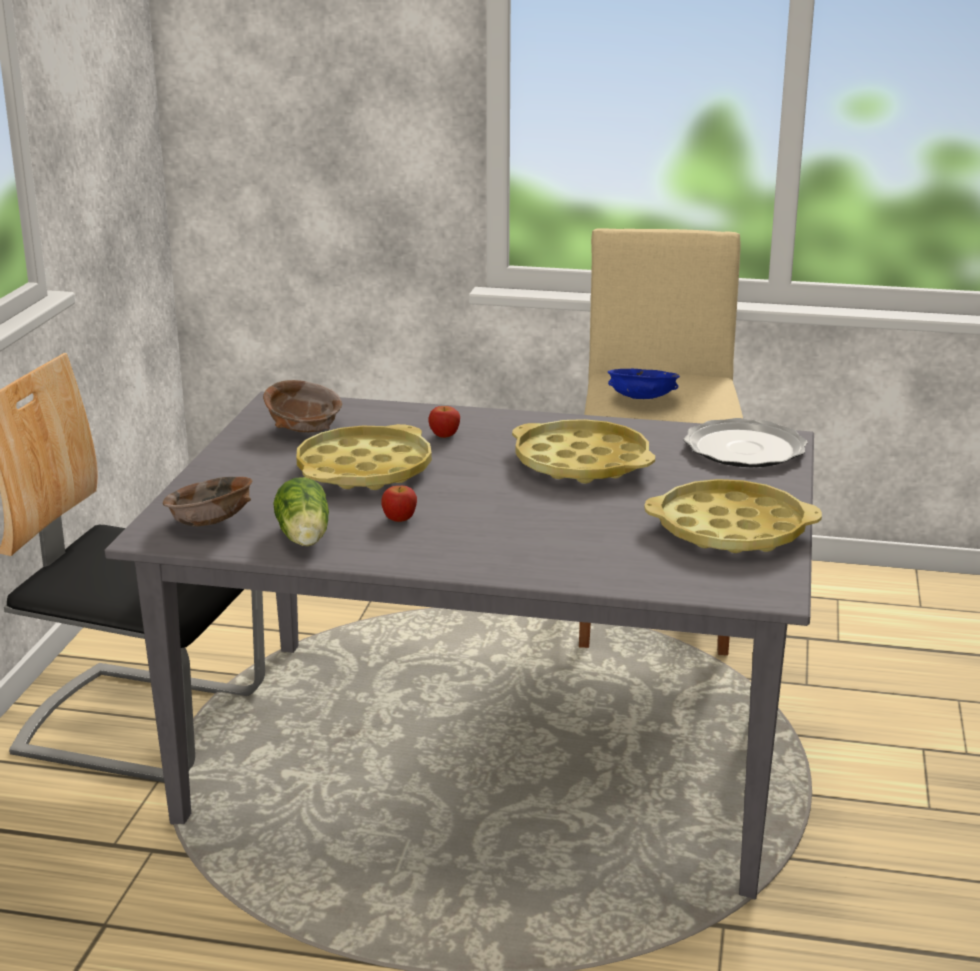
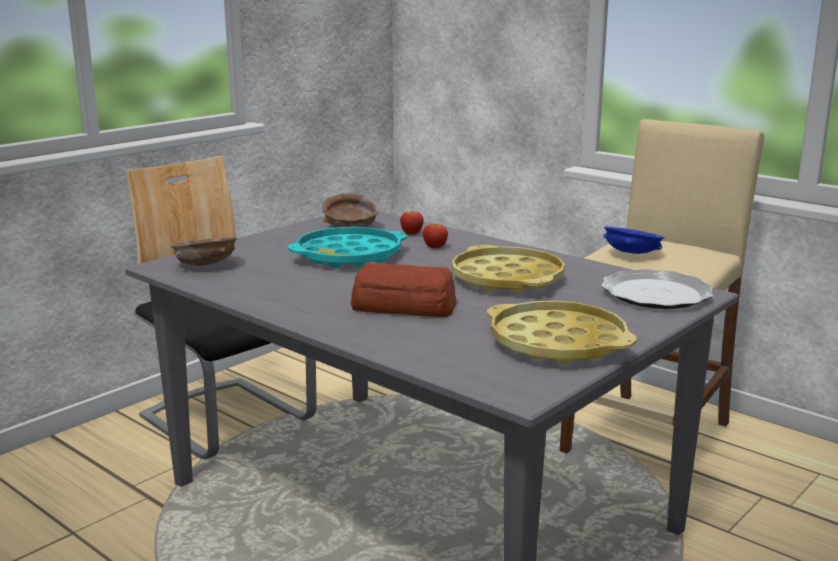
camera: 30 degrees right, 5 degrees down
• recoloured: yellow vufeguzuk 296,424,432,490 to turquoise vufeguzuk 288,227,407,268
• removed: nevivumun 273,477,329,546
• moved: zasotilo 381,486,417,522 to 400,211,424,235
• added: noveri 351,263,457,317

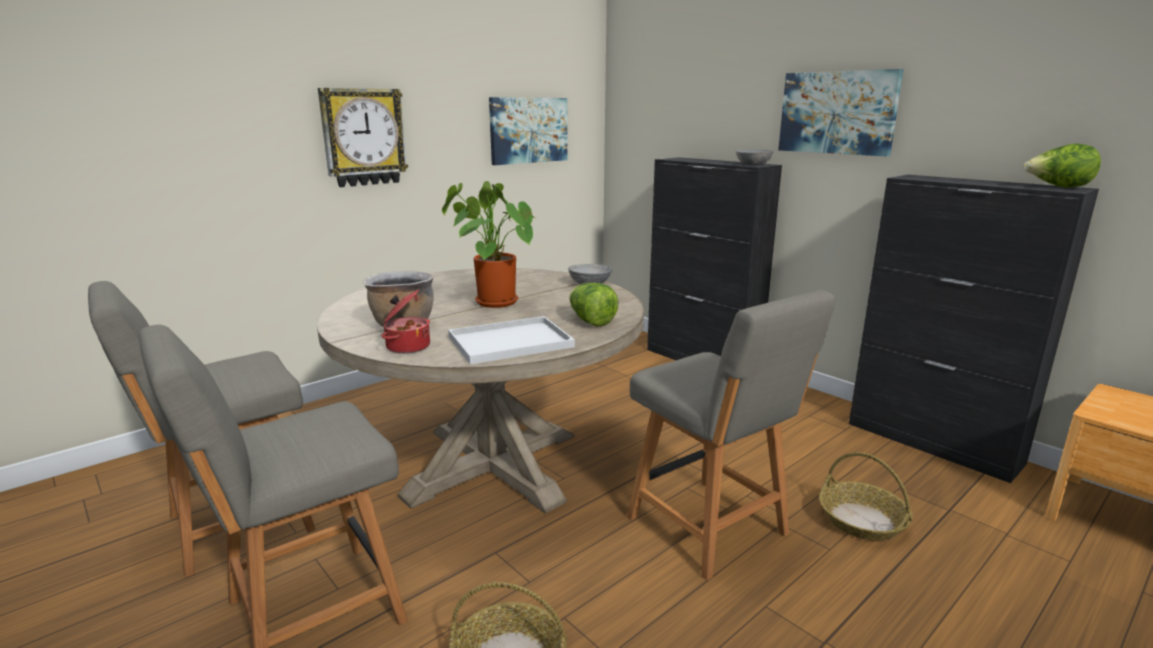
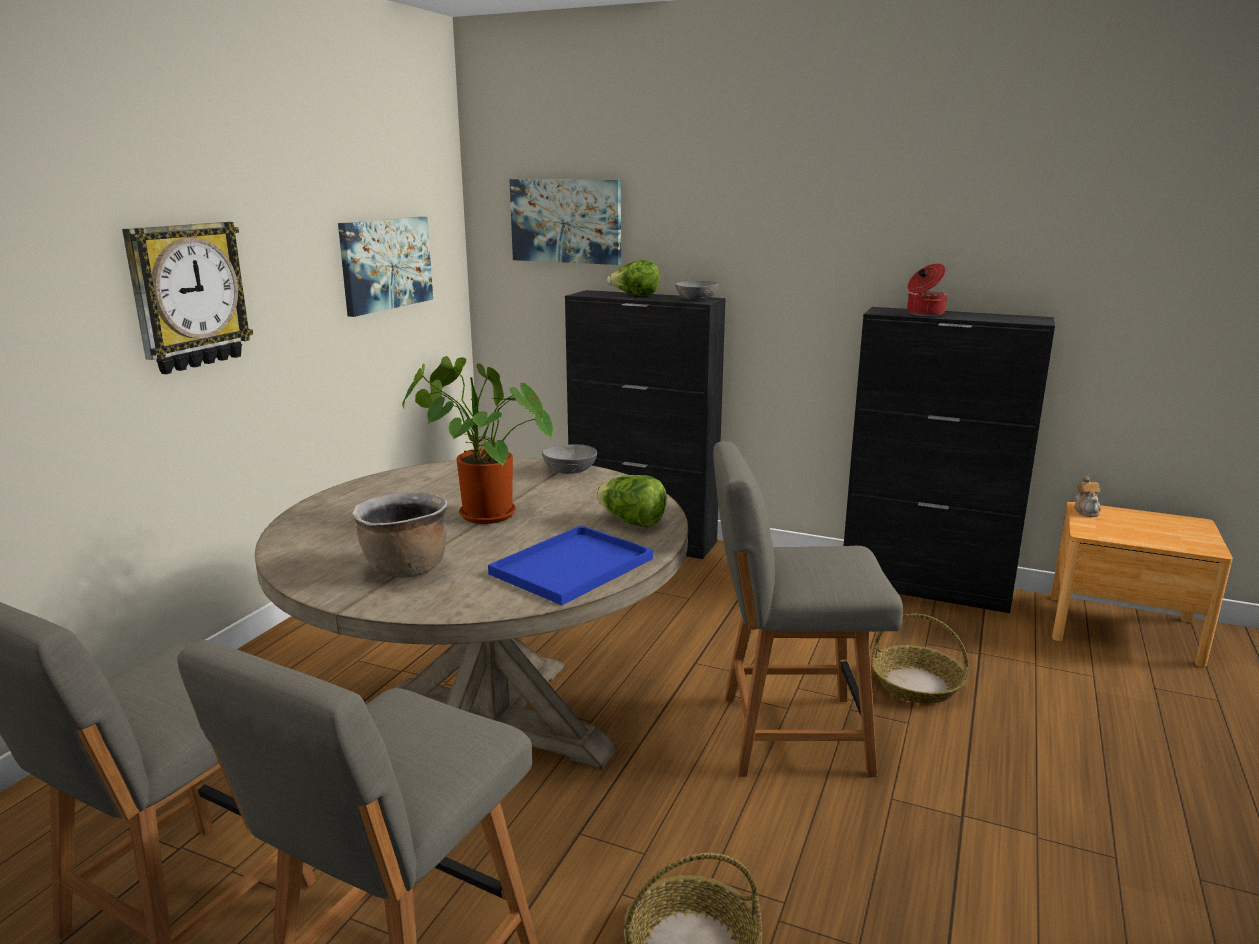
camera: 25 degrees left, 0 degrees up
• moved: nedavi 778,69,904,157 to 509,179,621,265
• moved: nevivumun 1024,144,1101,188 to 607,260,660,296
• moved: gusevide 381,289,430,354 to 907,264,947,316
• turned: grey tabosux 627,290,835,581 = 713,441,903,777 150 degrees clockwise
• recoloured: white vufeguzuk 448,316,575,364 to blue vufeguzuk 488,525,653,605
• added: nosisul 1074,476,1101,517

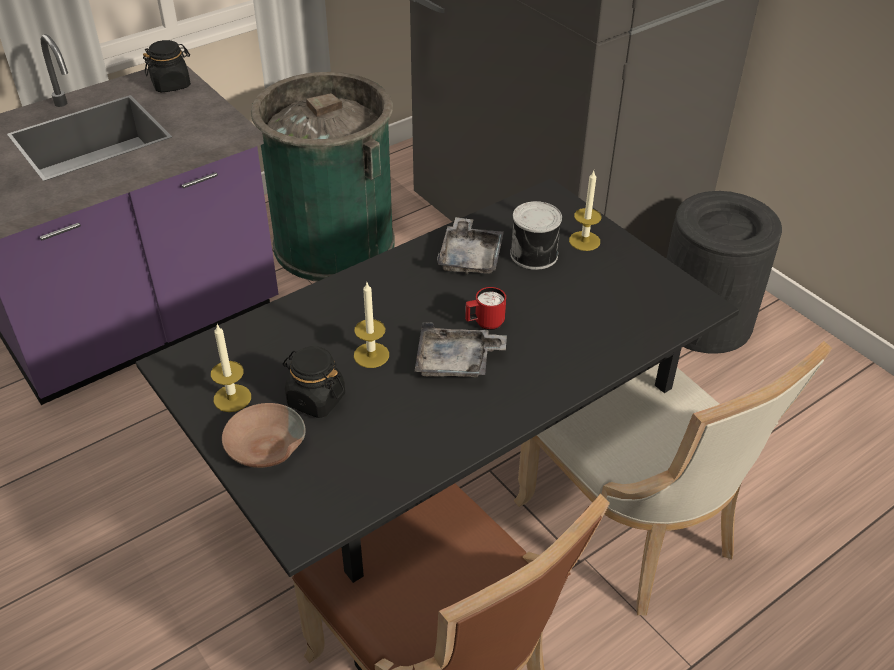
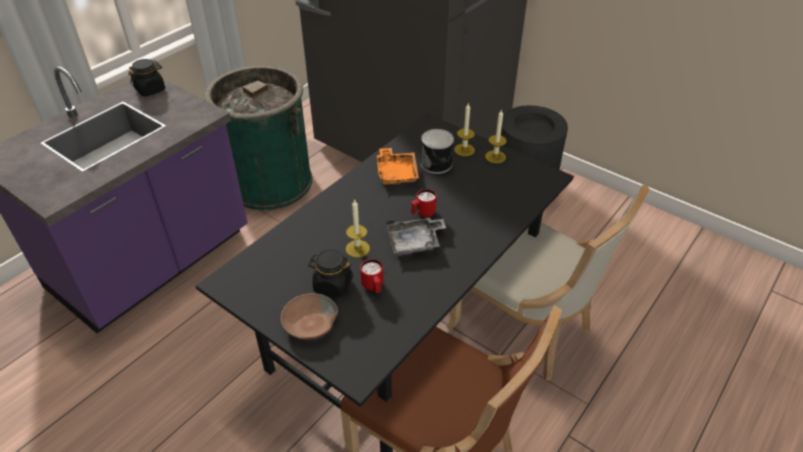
camera: 15 degrees left, 0 degrees up
• recoloured: grey vufeguzuk 437,217,504,275 to orange vufeguzuk 377,148,419,185
• moved: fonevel 211,325,251,412 to 485,109,507,163
• added: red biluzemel 360,259,383,293

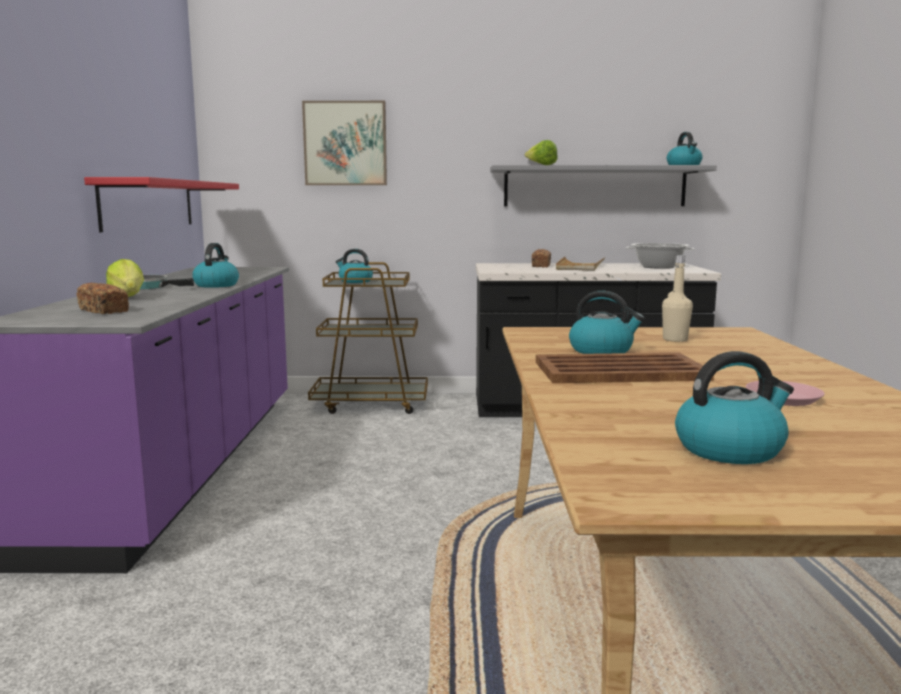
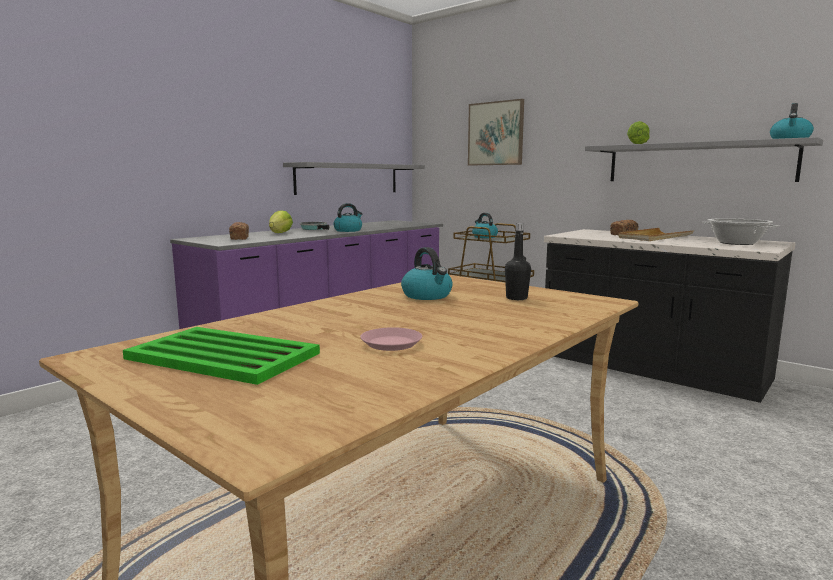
camera: 40 degrees right, 0 degrees up
• recoloured: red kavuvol 84,177,239,232 to grey kavuvol 283,162,425,195
• recoloured: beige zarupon 662,255,693,342 to black zarupon 505,223,531,300
• replaced: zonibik 675,351,794,464 to green vufeguzuk 123,327,320,385
• removed: brown vufeguzuk 536,352,714,383

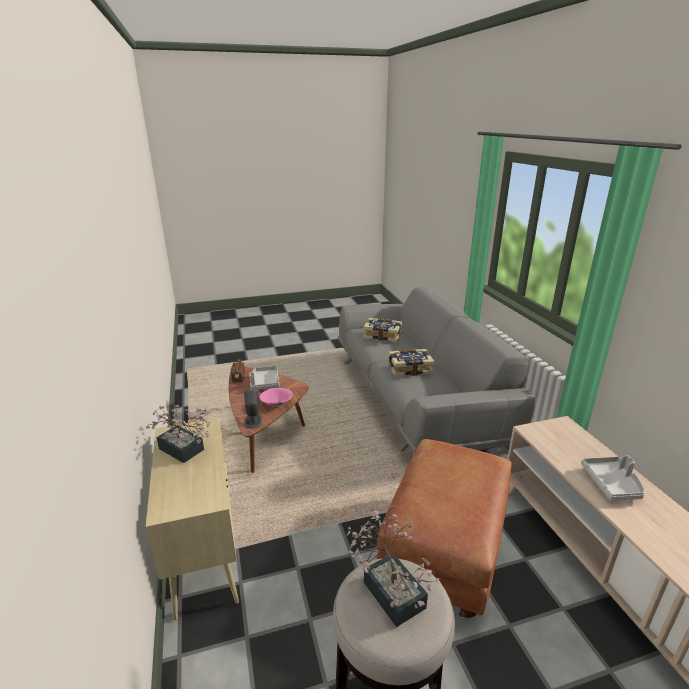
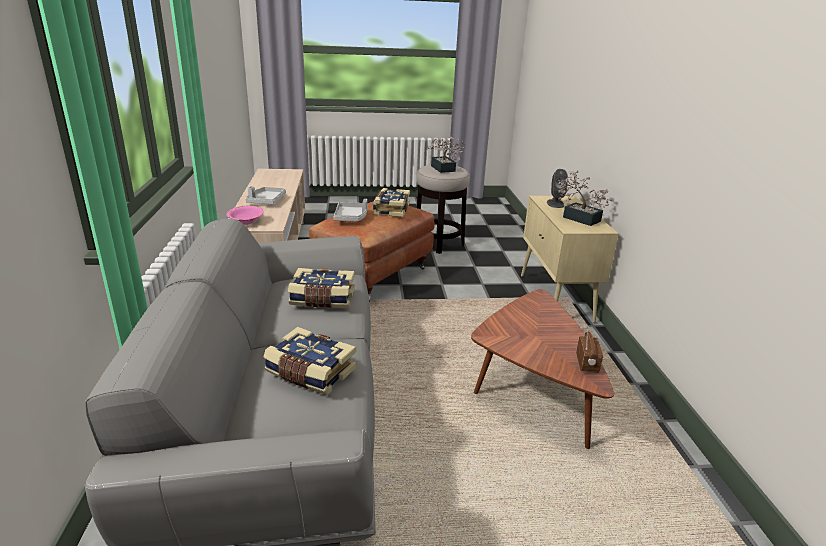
camera: 170 degrees left, 0 degrees up
• moved: grey vufeguzuk 249,366,279,390 to 333,199,368,221
• moved: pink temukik 260,388,293,407 to 227,205,264,225
• moved: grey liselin 244,390,262,429 to 547,169,568,208
• added: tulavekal 373,188,410,217

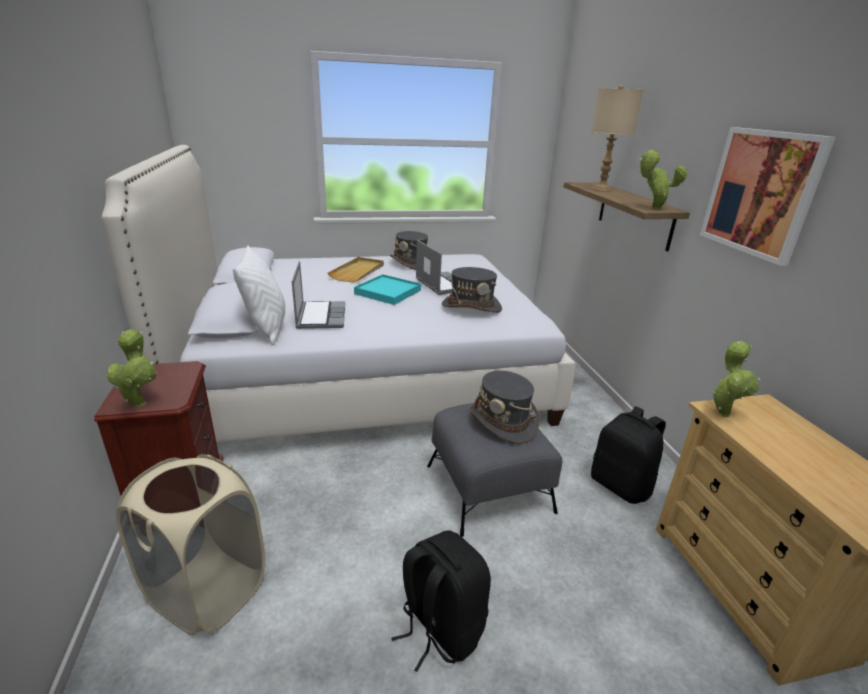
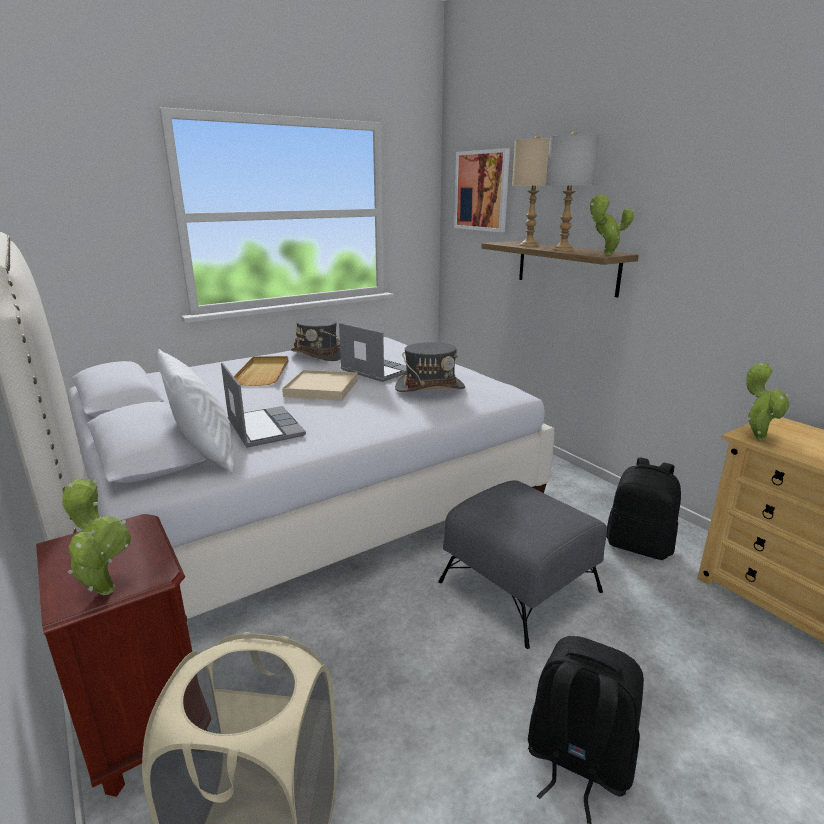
camera: 20 degrees left, 5 degrees down
• moved: nedavi 700,127,836,266 to 454,148,510,232
• recoloured: turquoise vufeguzuk 354,274,421,305 to beige vufeguzuk 282,370,358,401
• removed: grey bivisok 470,371,539,444
• added: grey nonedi 546,132,599,251

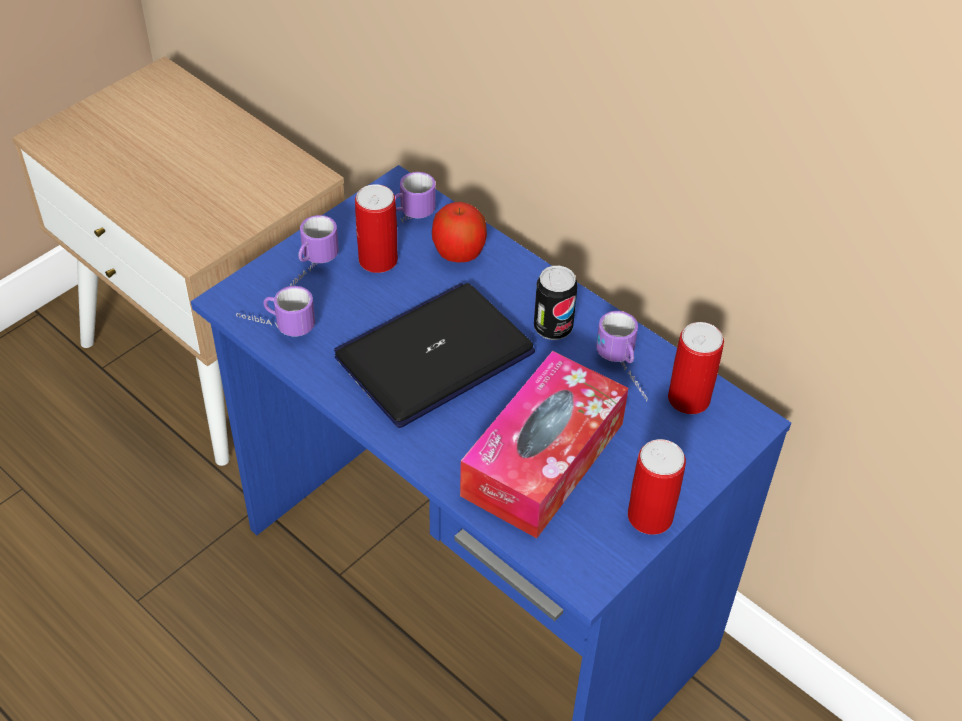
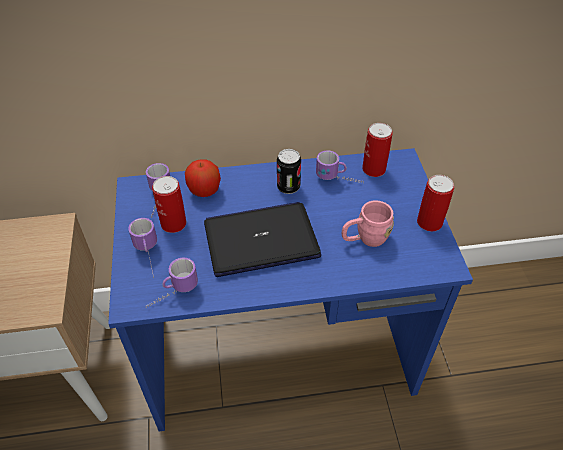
camera: 50 degrees left, 0 degrees up
• turned: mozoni 334,283,535,428 = 204,202,321,277 75 degrees clockwise
• replaced: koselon 460,351,628,538 to pink biluzemel 342,200,394,247

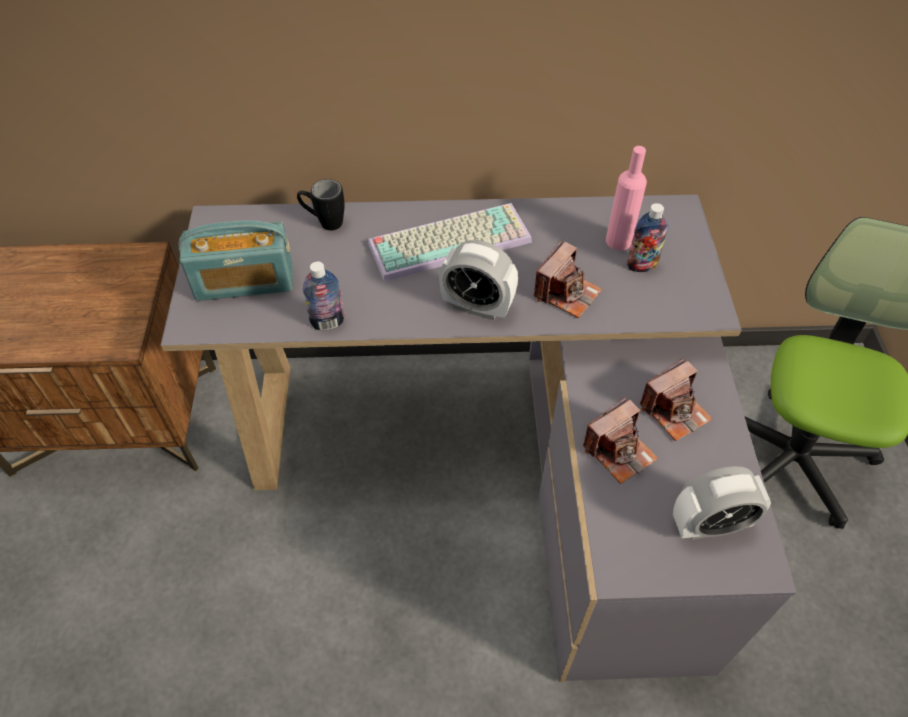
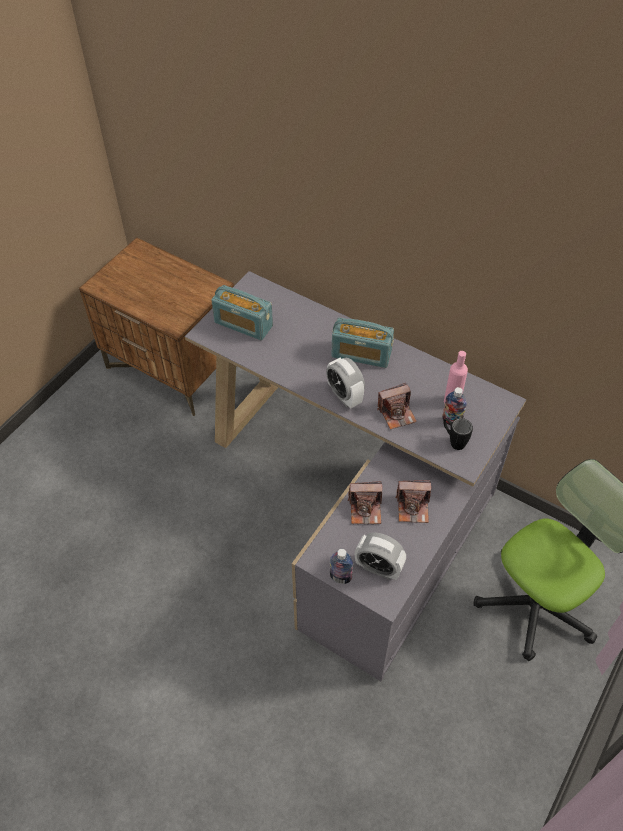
camera: 35 degrees right, 0 degrees up
• moved: black biluzemel 297,179,345,230 to 443,418,473,450
• replaced: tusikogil 368,203,532,281 to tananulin 332,318,394,368
• moved: zarupon 303,261,345,330 to 330,549,353,584

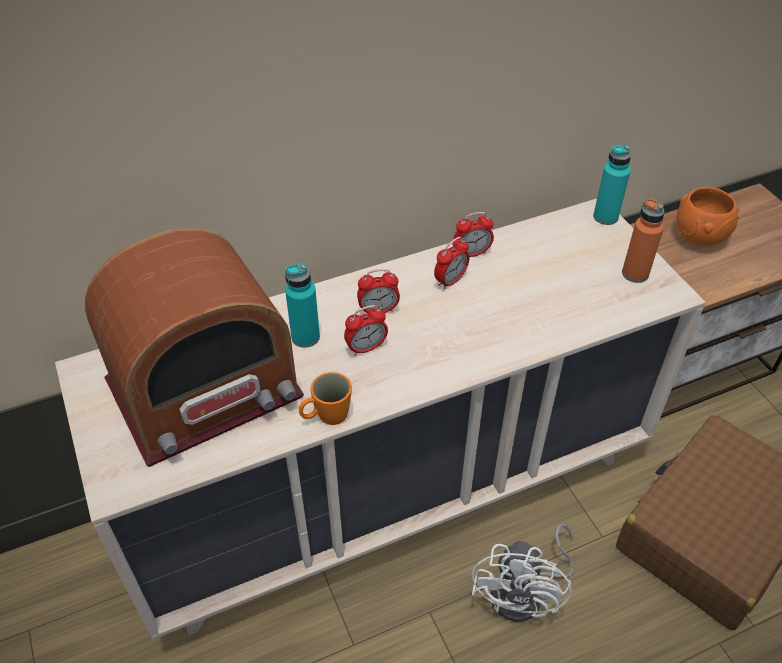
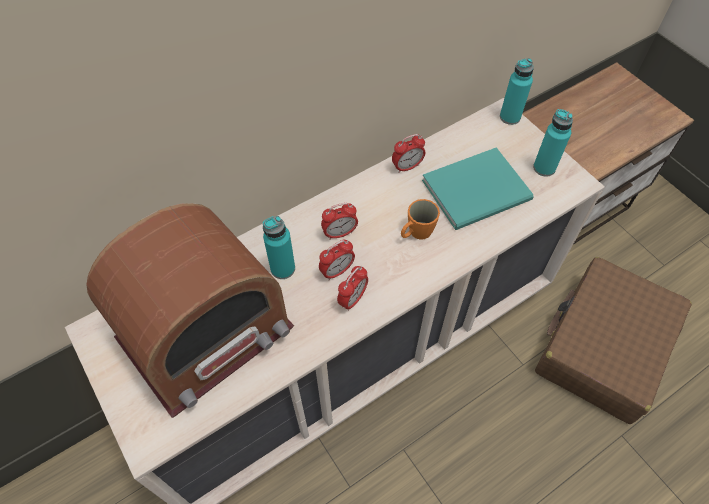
camera: 10 degrees left, 10 degrees up
• removed: orange temukik 676,187,739,246
• recoloured: orange zarupon 622,198,665,283 to turquoise zarupon 533,109,573,177
• moved: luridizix 434,237,469,290 to 337,266,368,311
• moved: orange biluzemel 299,372,352,425 to 401,199,440,240
• removed: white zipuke 472,523,574,622
• added: turquoise tulavekal 422,147,534,230

